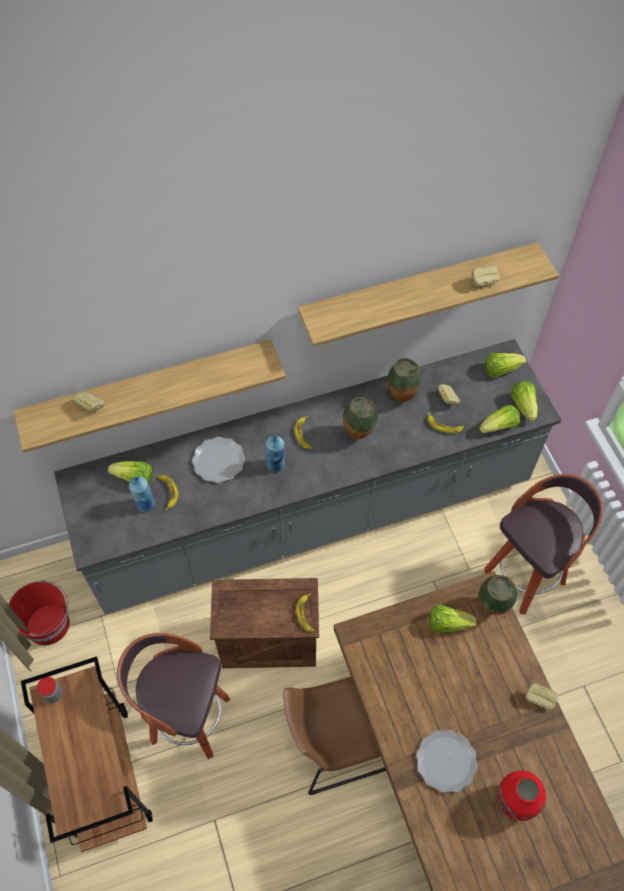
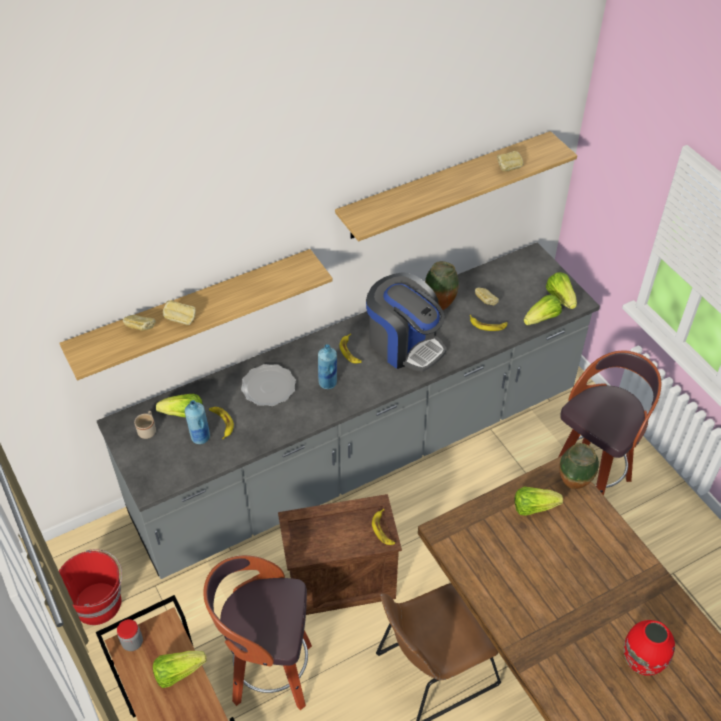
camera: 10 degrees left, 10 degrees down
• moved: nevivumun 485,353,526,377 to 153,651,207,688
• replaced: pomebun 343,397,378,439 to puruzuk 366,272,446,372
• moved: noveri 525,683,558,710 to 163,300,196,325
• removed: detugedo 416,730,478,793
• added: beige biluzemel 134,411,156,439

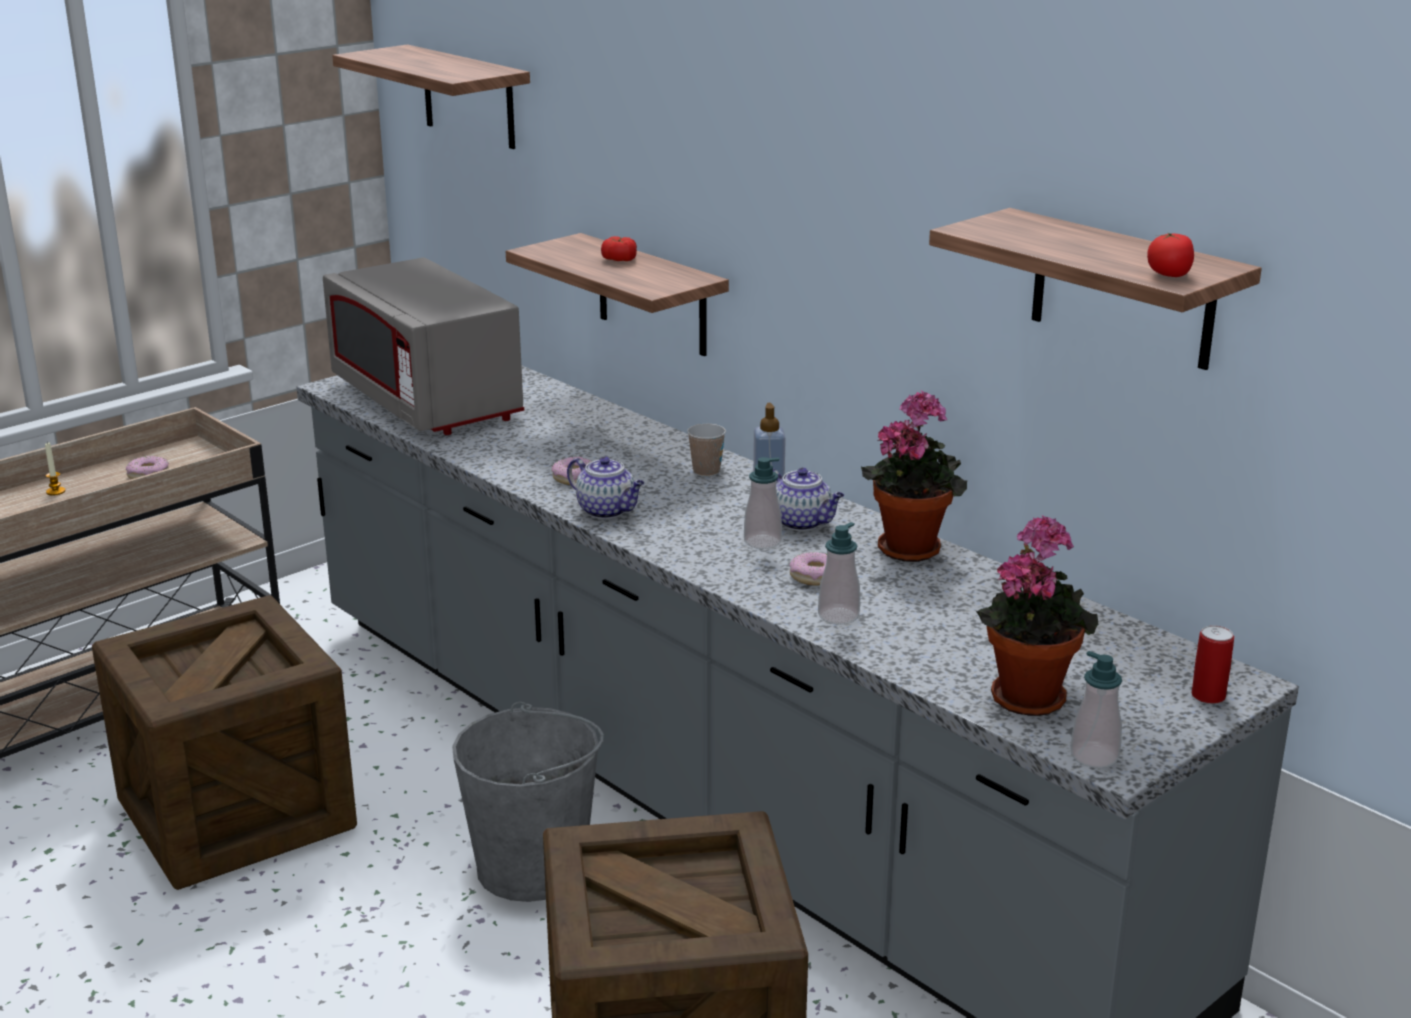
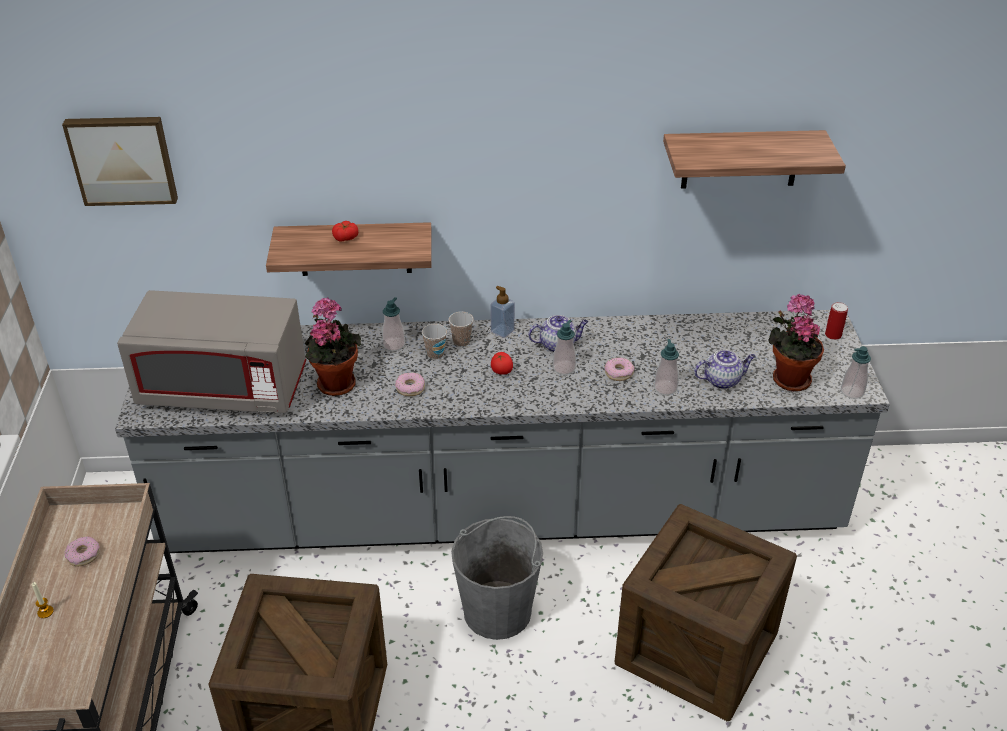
camera: 50 degrees left, 15 degrees up
• replaced: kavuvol 332,44,530,149 to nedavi 62,117,178,206
• moved: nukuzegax 1147,233,1194,277 to 491,352,513,375
• moved: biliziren 861,390,967,562 to 305,297,361,396
• moved: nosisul 567,457,644,519 to 694,350,756,389
• added: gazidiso 382,297,405,351
• added: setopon 422,324,447,359

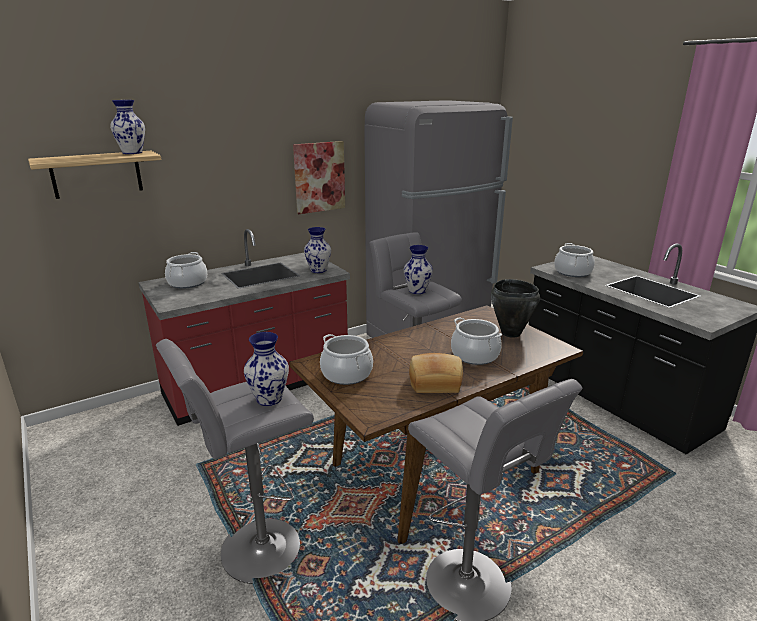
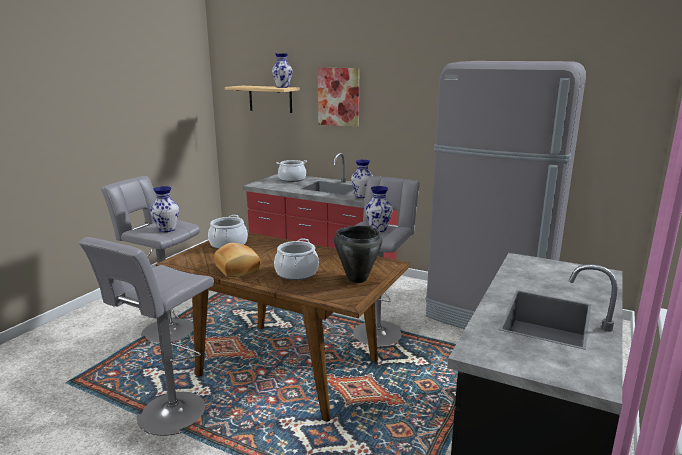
camera: 60 degrees right, 5 degrees down
• moved: nedavi 293,141,345,214 to 318,68,359,127
• removed: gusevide 554,243,595,277

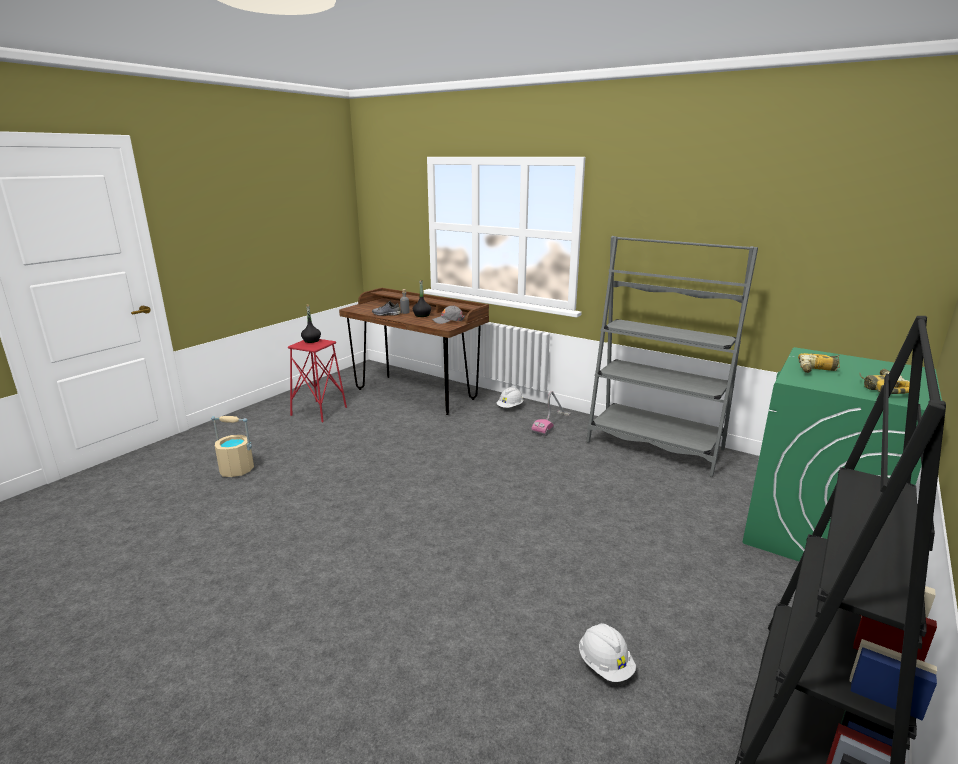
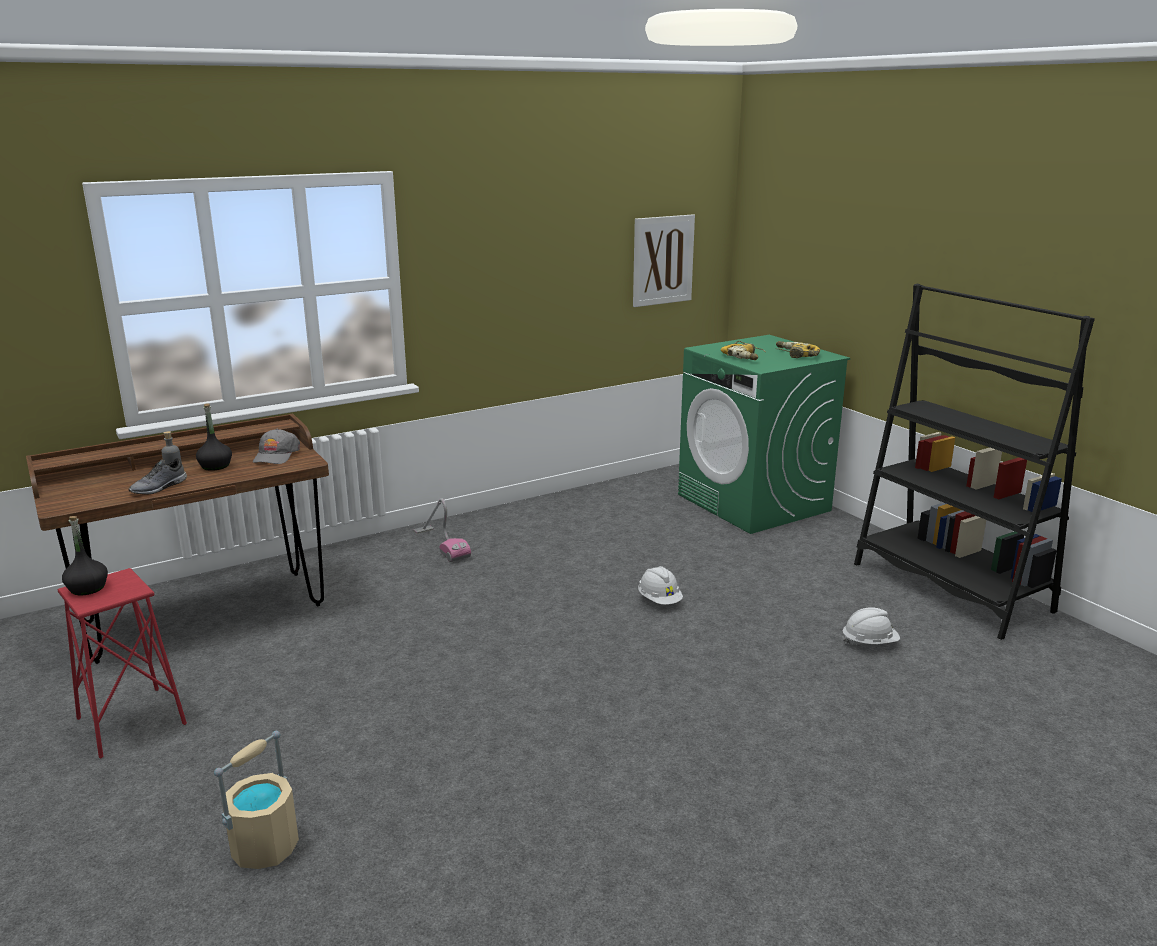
camera: 65 degrees left, 0 degrees up
• removed: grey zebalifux 586,236,758,477
• moved: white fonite 497,387,523,408 to 638,566,683,605
• added: nedavi 633,214,695,307

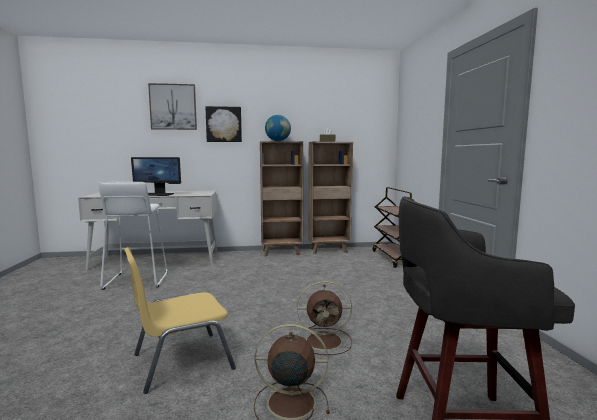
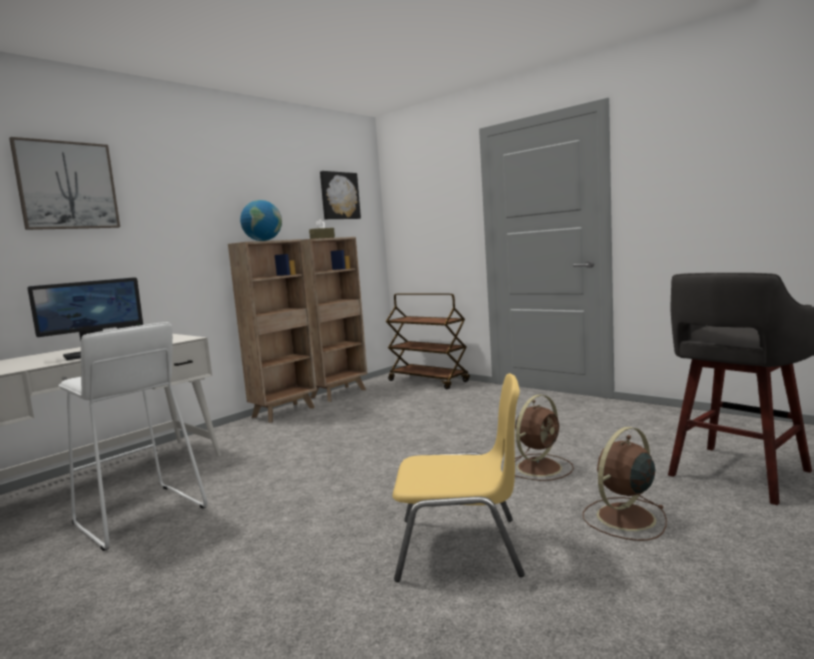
camera: 40 degrees left, 0 degrees up
• moved: nedavi 205,106,242,142 to 320,171,361,219
• turned: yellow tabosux 124,247,236,394 = 392,373,525,582 105 degrees counterclockwise

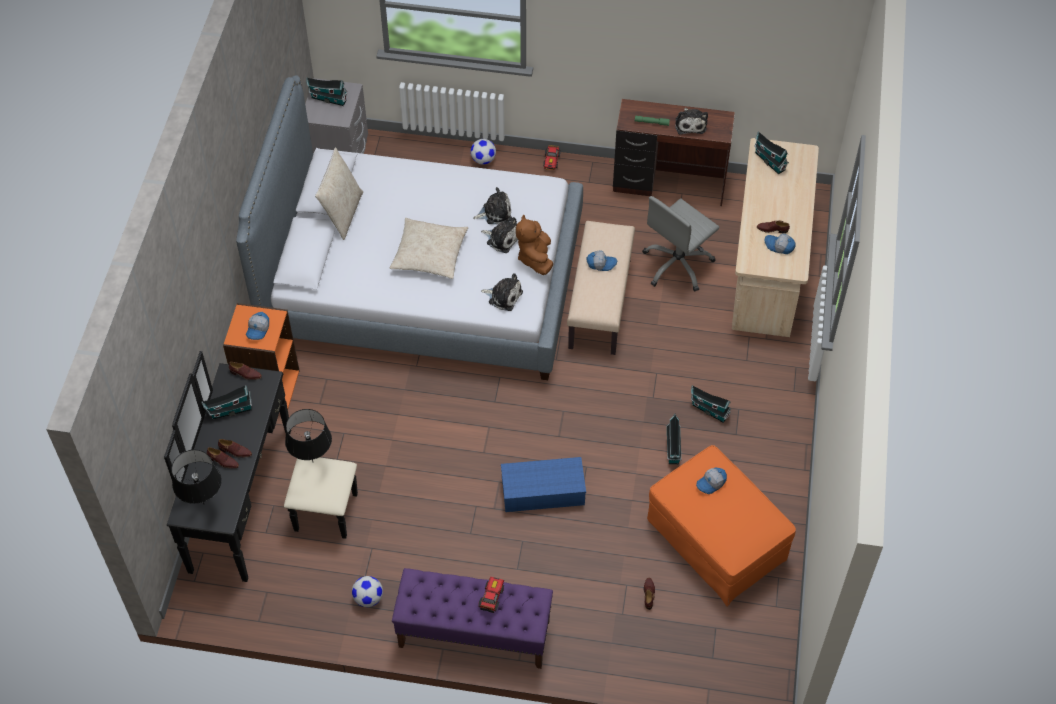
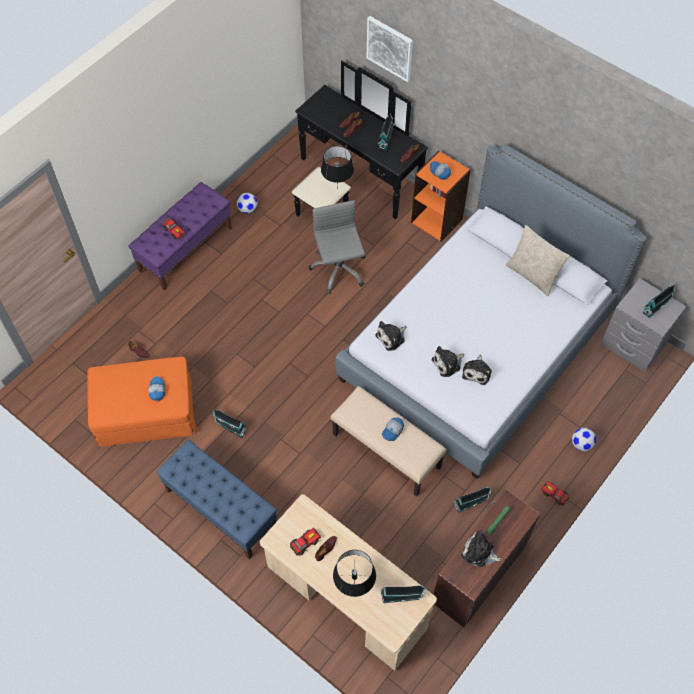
camera: 120 degrees right, 5 degrees up
• moved: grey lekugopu 642,196,719,292 to 309,200,365,294
• removed: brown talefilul 516,215,553,275
• removed: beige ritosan 390,218,468,279
• replaced: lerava 765,233,796,254 to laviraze 290,528,321,556
• moved: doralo 691,385,732,423 to 454,487,491,513
• moved: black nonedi 172,450,222,504 to 333,550,376,597
• removed: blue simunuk 501,457,586,512
• added: nedavi 366,16,413,82
• added: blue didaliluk 156,439,277,560

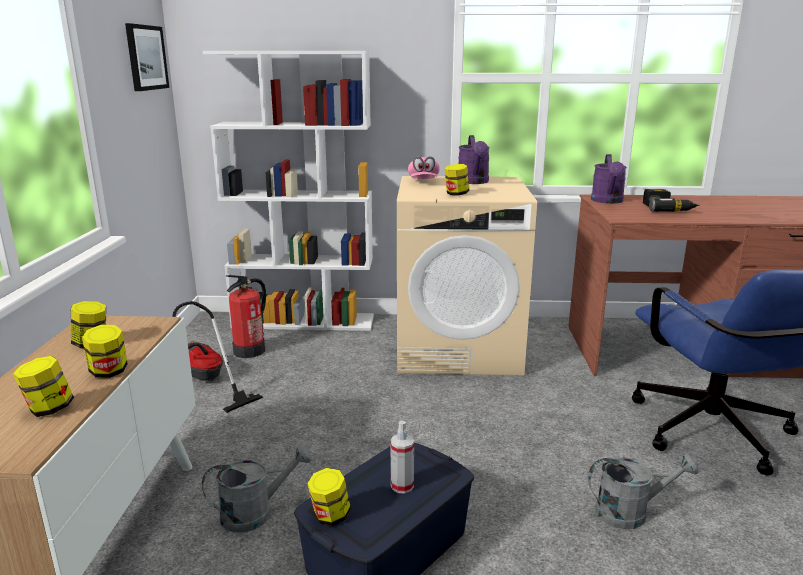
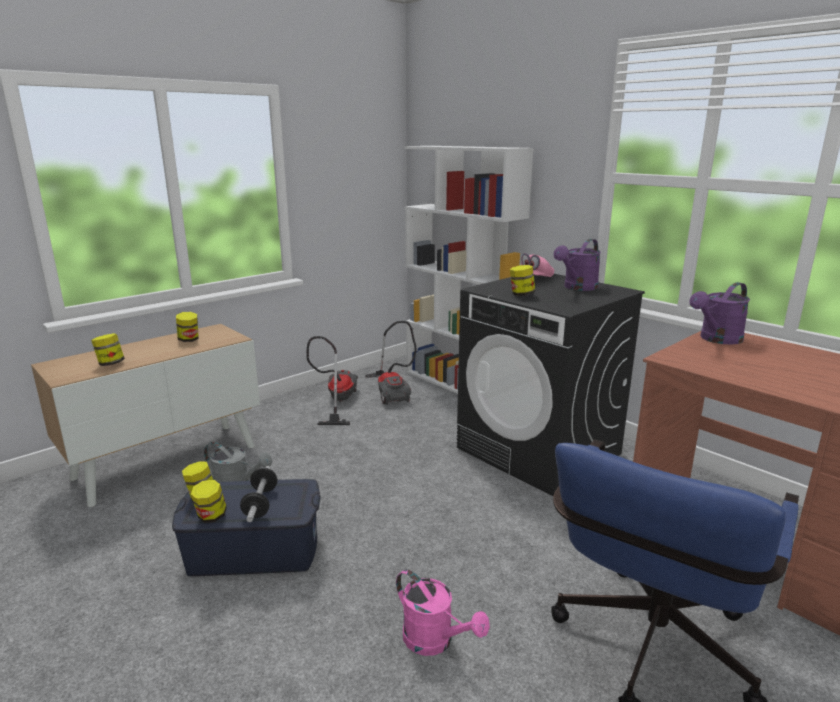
camera: 45 degrees right, 0 degrees up
• removed: nedavi 125,23,169,91
• recoloured: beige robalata 397,176,537,375 to black robalata 457,274,645,496
• removed: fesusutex 643,189,699,212
• replaced: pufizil 226,275,266,358 to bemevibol 365,321,417,405
• moved: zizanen 82,325,127,378 to 191,480,227,523
• replaced: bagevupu 391,421,414,493 to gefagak 240,466,278,522
• recoloured: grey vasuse 588,454,699,529 to pink vasuse 396,569,490,656

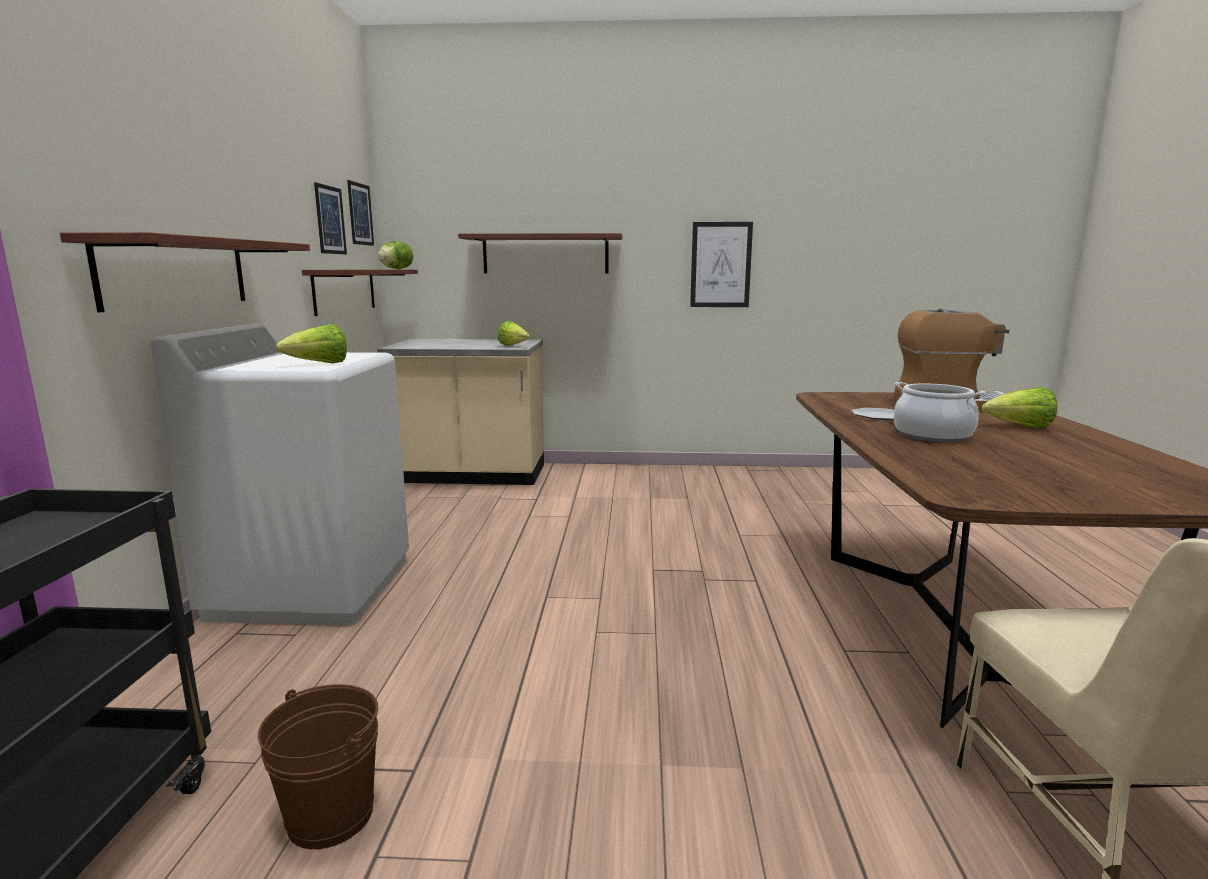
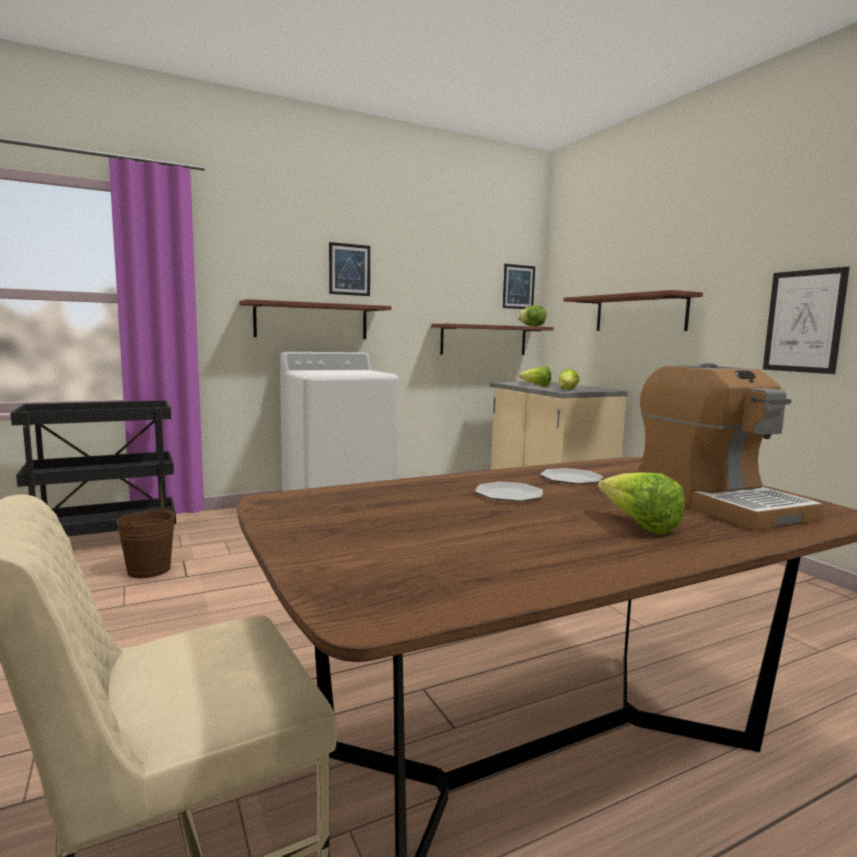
camera: 60 degrees right, 5 degrees down
• moved: nedavi 314,182,347,254 to 329,242,370,296
• moved: nevivumun 276,324,347,363 to 519,367,551,386
• replaced: gusevide 894,382,986,442 to detugedo 475,482,543,502

